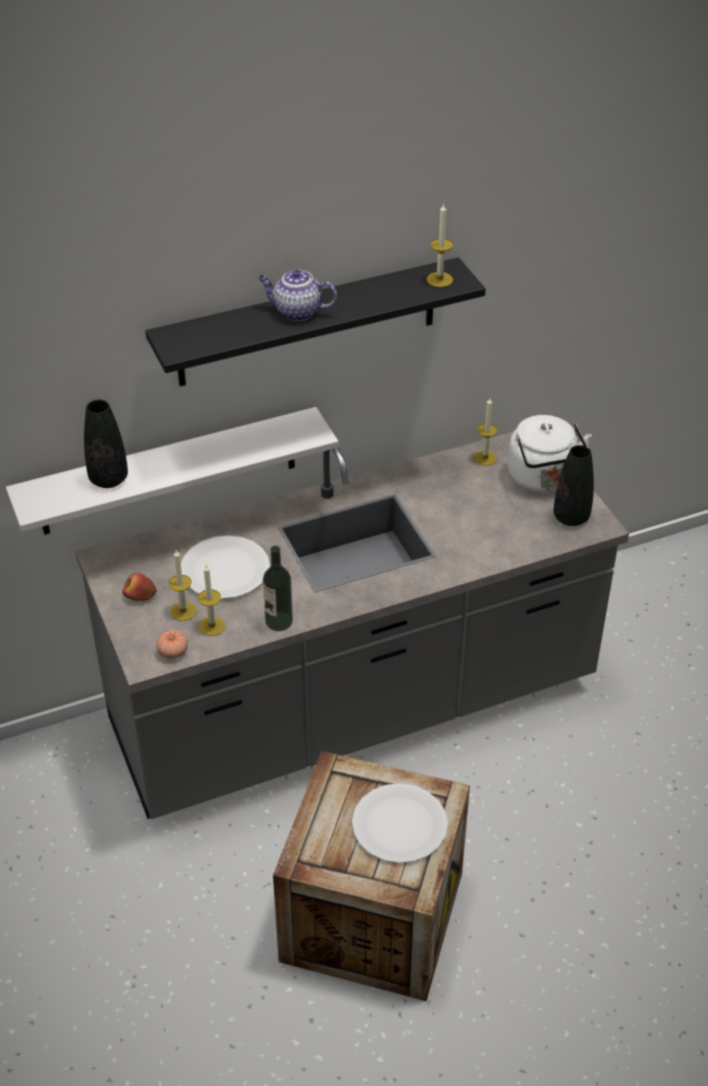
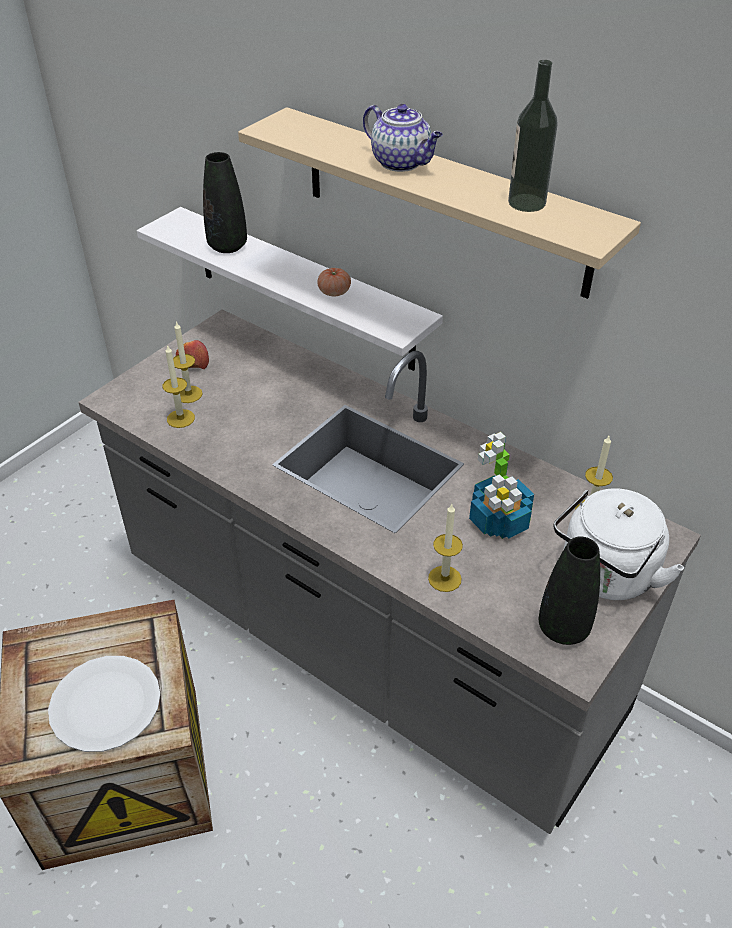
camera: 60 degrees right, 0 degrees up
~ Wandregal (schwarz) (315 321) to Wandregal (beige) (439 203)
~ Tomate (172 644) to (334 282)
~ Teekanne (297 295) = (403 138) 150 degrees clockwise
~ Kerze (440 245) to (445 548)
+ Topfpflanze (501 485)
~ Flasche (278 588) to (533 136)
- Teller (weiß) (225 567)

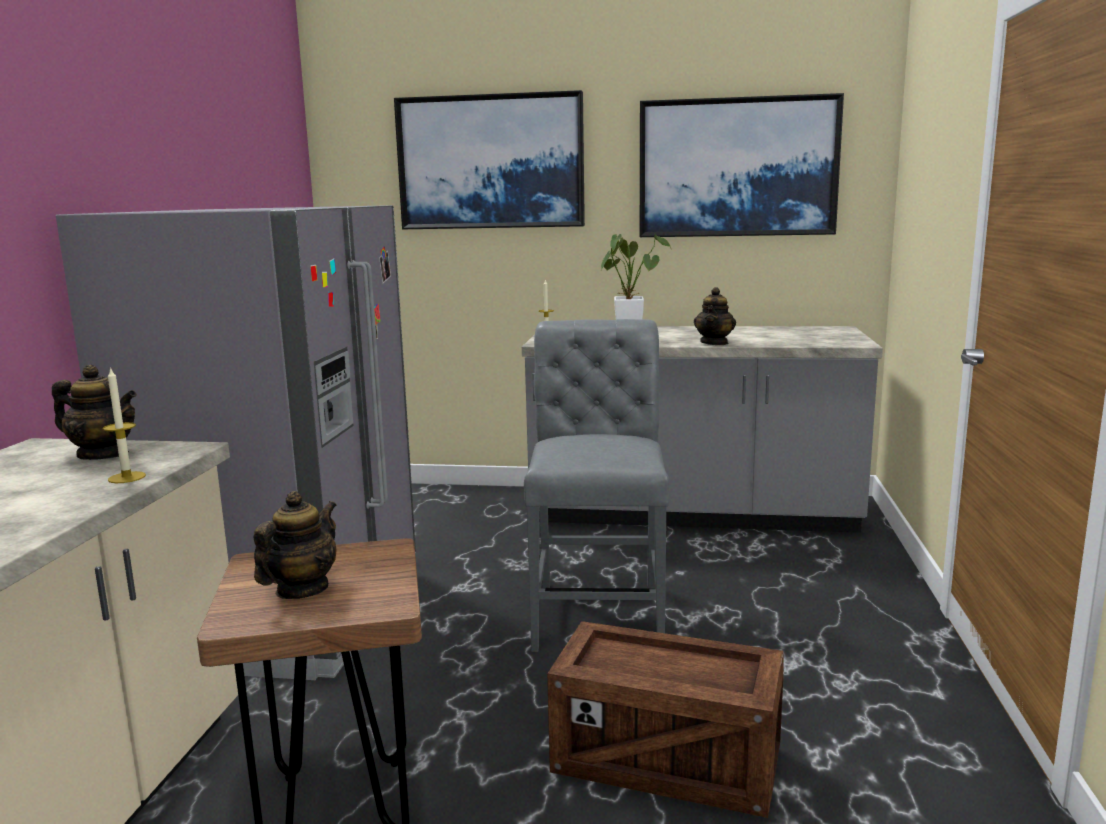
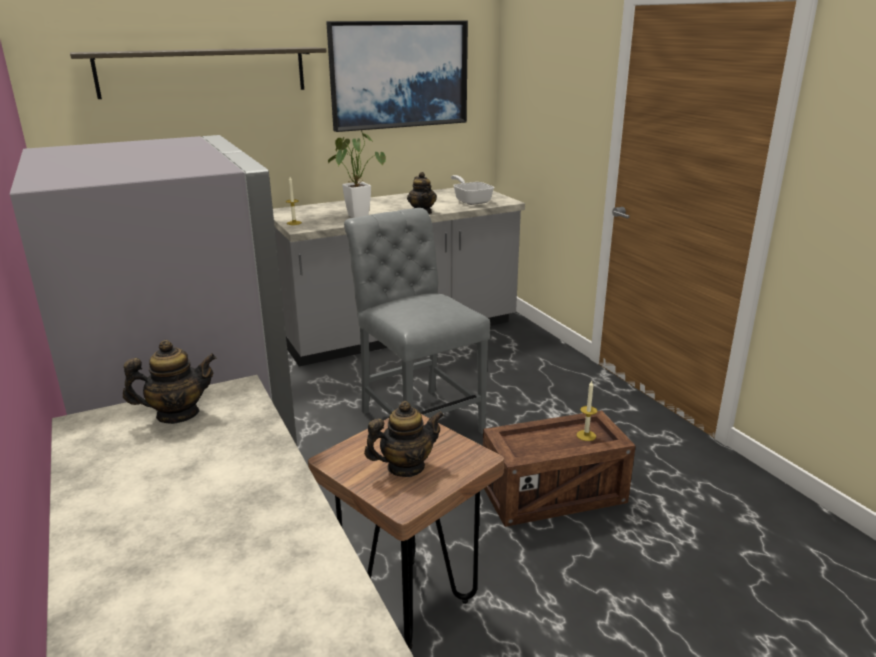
camera: 35 degrees left, 10 degrees up
~ Bild (489 159) to Wandregal (198 73)
~ Teekanne (295 545) = (404 439) 75 degrees clockwise
+ Pfanne (472 190)
~ Kerze (124 425) to (587 411)

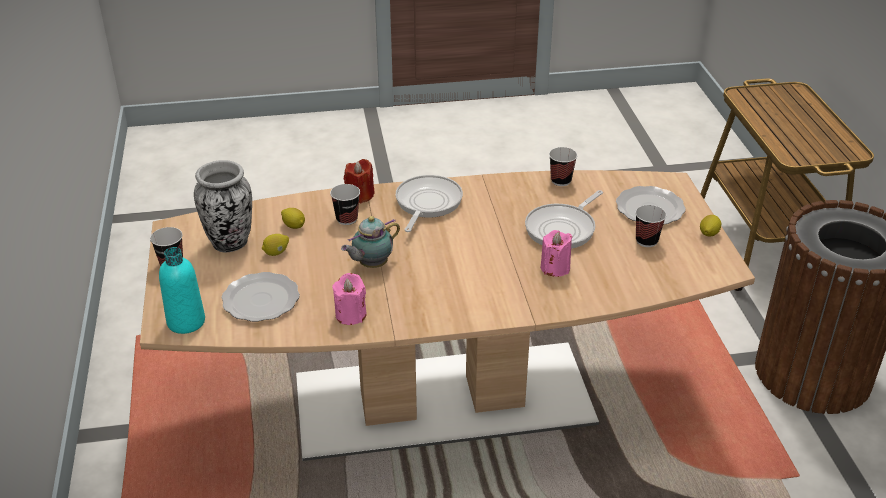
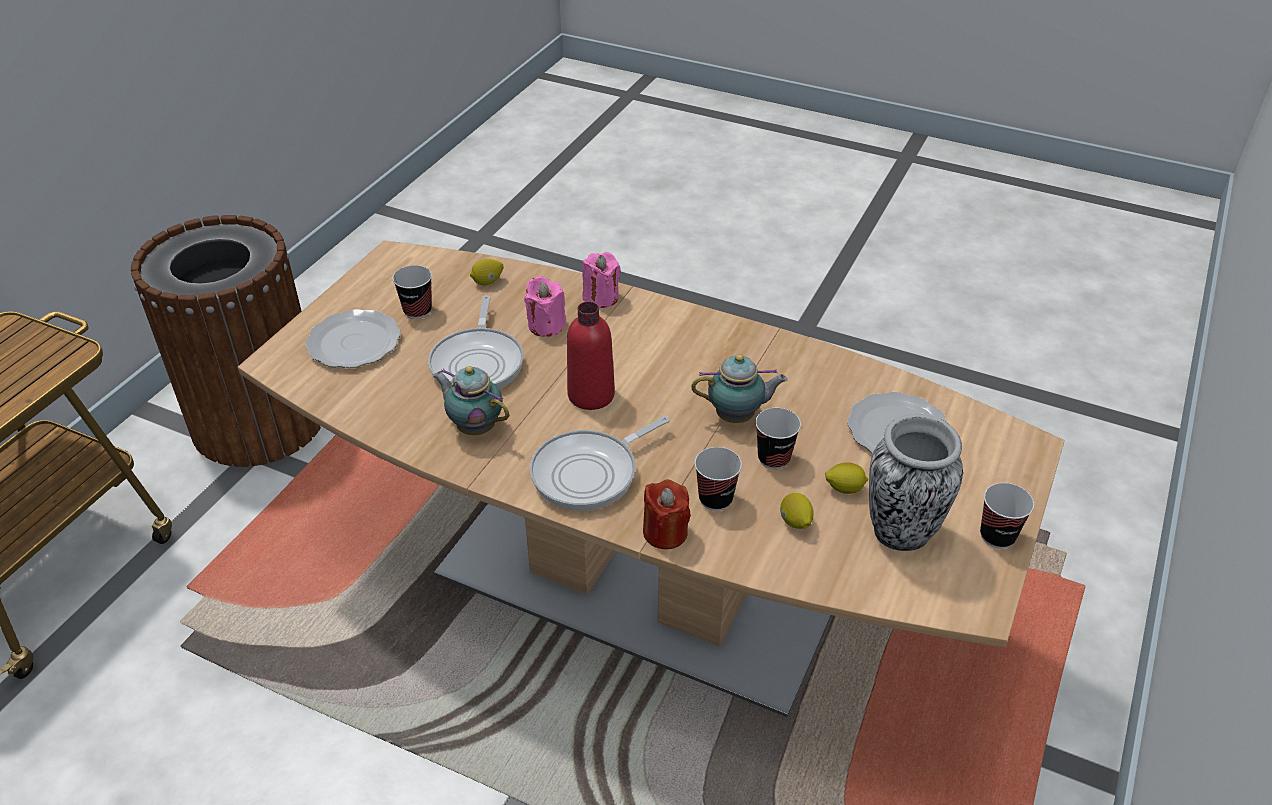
camera: 145 degrees left, 5 degrees up
~ Pfanne (564 219) = (476 342) 105 degrees clockwise
+ Teekanne (471 400)
~ Zitrone (710 225) to (487 272)
+ Flasche (rot) (591 356)
~ Kerze (rosa) (349 299) to (601 280)
~ Tasse (563 166) to (778 438)
- Flasche (türkis) (182 290)

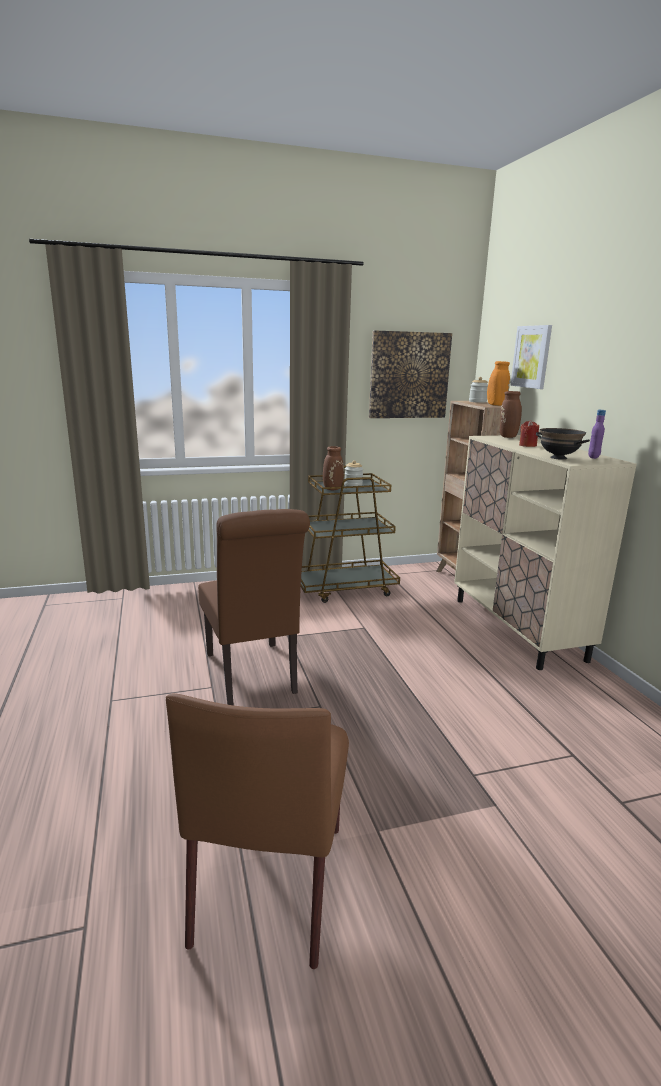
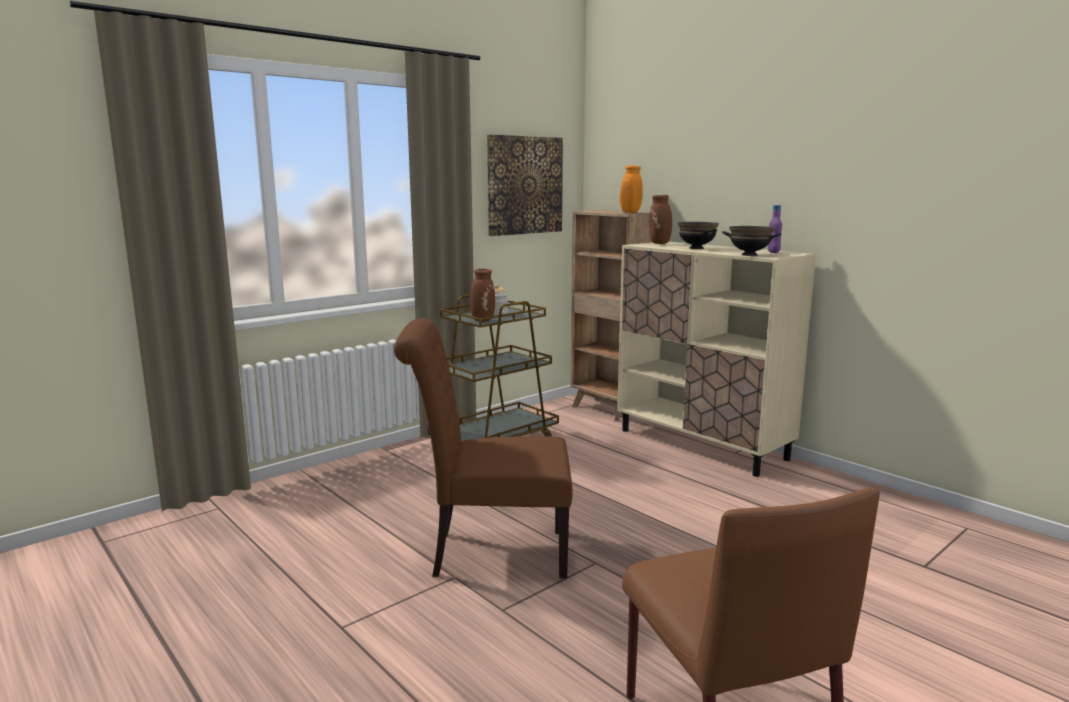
camera: 25 degrees left, 5 degrees down
~ Stuhl (braun) (254 607) = (483 448) 135 degrees clockwise
~ Kerze (rot) (529 433) to Schüssel (schwarz) (698 235)
- Vorratsglas (478 390)
- Bild (531 357)

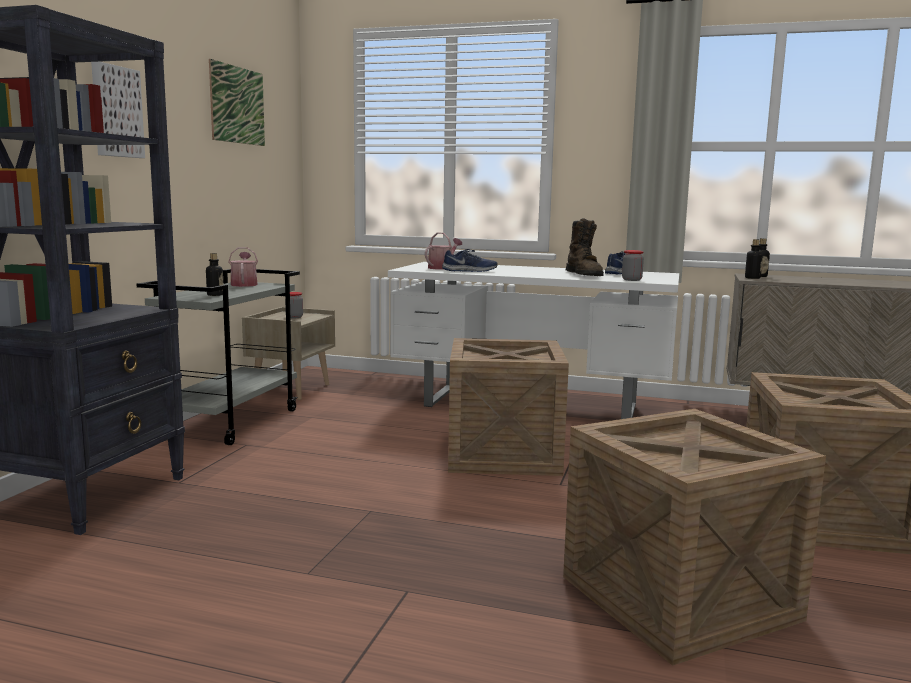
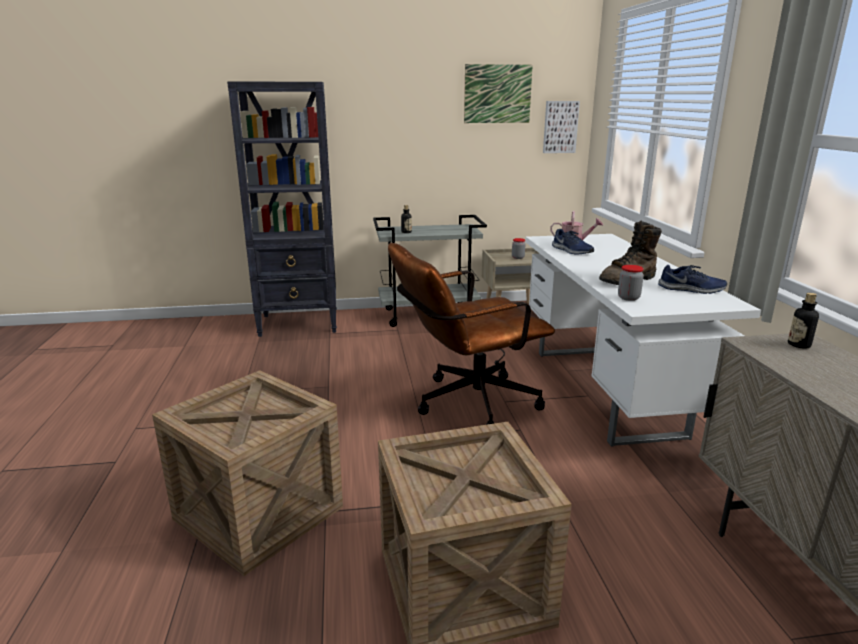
camera: 65 degrees right, 10 degrees up
~ Kiste (508 407) to Bürostuhl (braun) (471 334)
~ Bild (118 110) to (561 127)
- Gießkanne (243 267)
- Flasche (754 259)

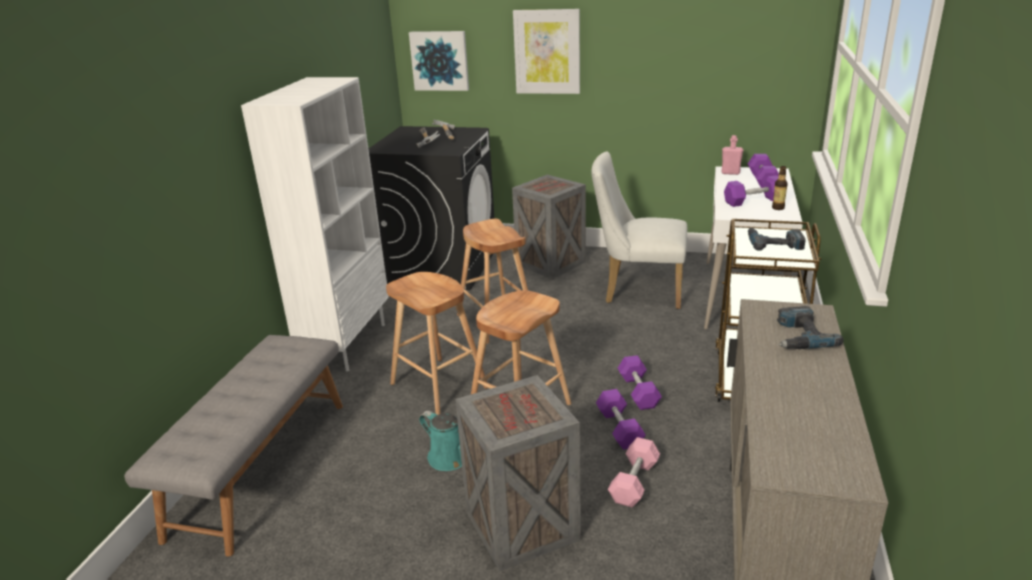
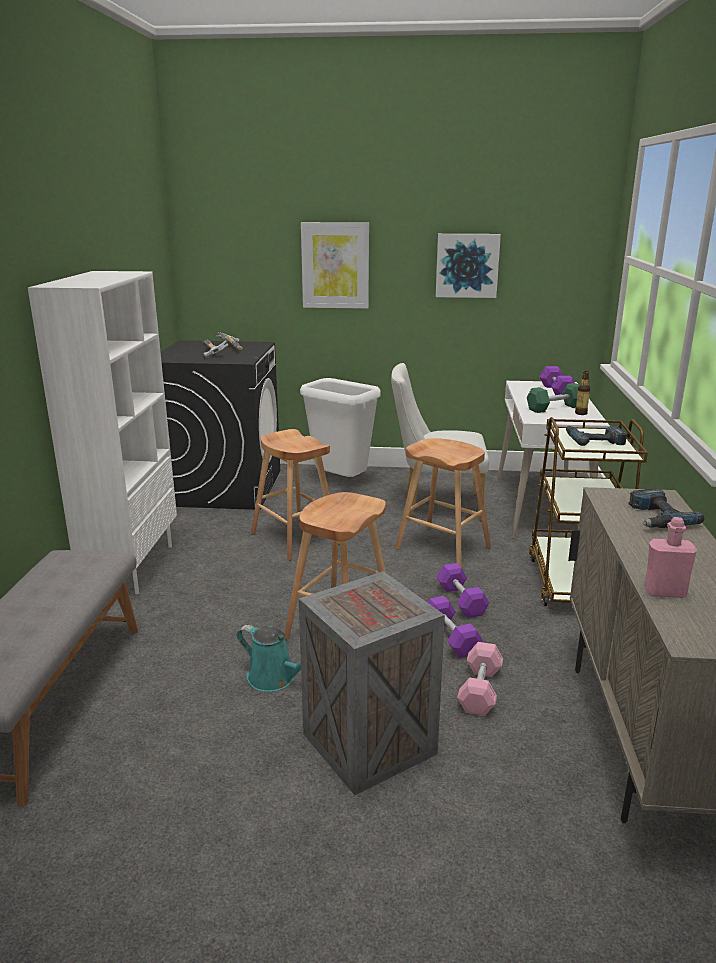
camera: 10 degrees left, 5 degrees down
~ Kiste (549 227) to Mülleimer (weiß) (340 427)
~ Hocker (braun) (436 343) to (443 503)
~ Bild (439 61) to (468 266)
~ Hantel (lila) (751 191) to Hantel (grün) (553 398)
~ Flasche (rosa) (732 155) to (670 557)

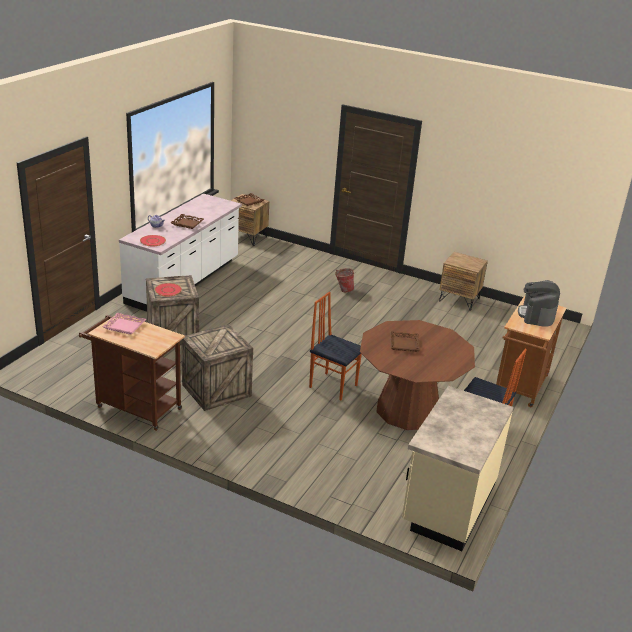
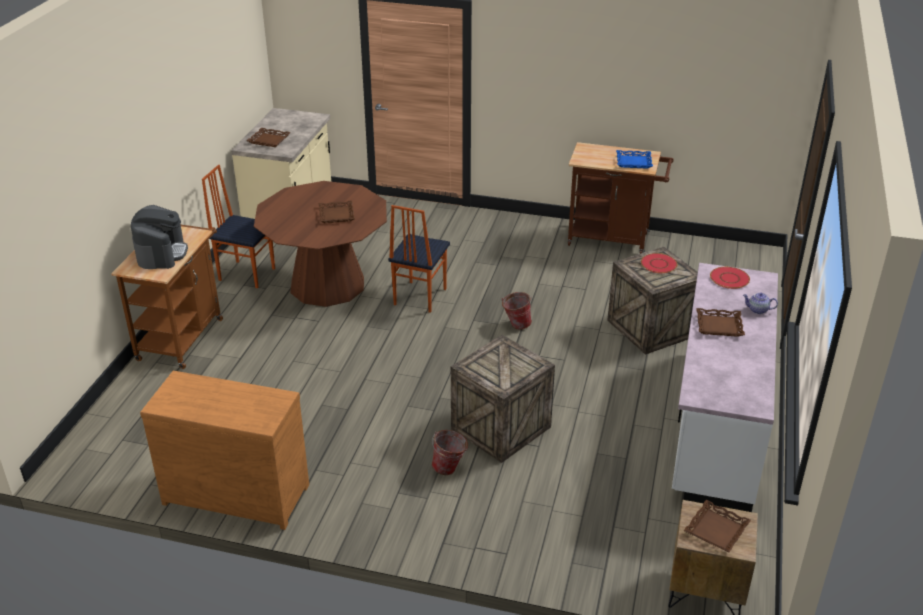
camera: 170 degrees right, 5 degrees up
~ Nachttisch (braun) (463 281) to Kommode (braun) (224 450)
+ Tablett (braun) (268 137)
~ Stuhl (335 346) = (419 259) 90 degrees clockwise
~ Kiste (217 367) to (503 399)
+ Eimer (516 311)
~ Tablett (rosa) (124 324) to Tablett (blau) (634 159)

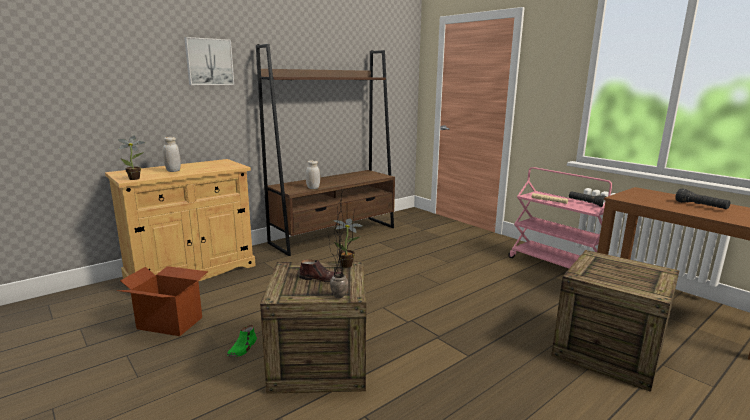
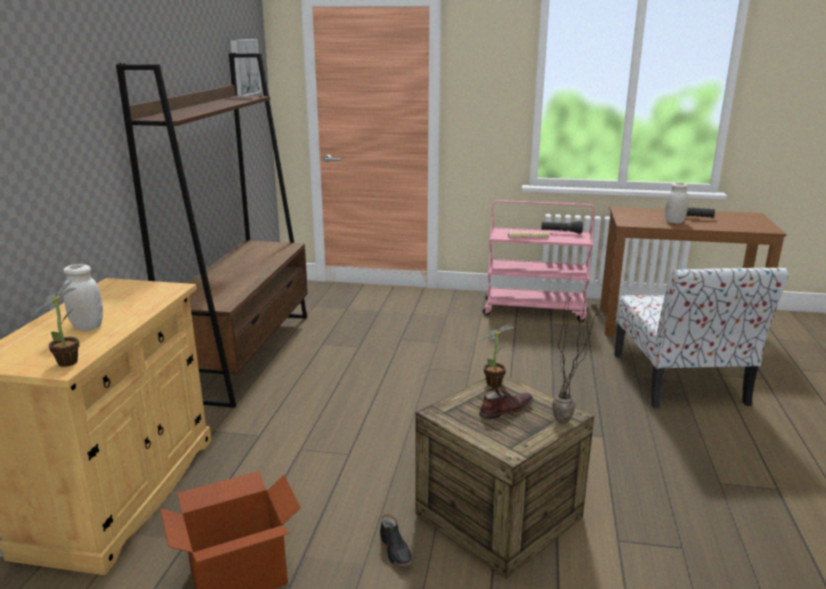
camera: 40 degrees left, 5 degrees up
~ Bild (209 61) to (246 67)
~ Schuh (grün) (242 341) to Schuh (schwarz) (396 540)
~ Kiste (615 321) to Stuhl (701 338)
~ Vorratsglas (weiß) (313 174) to (677 203)

